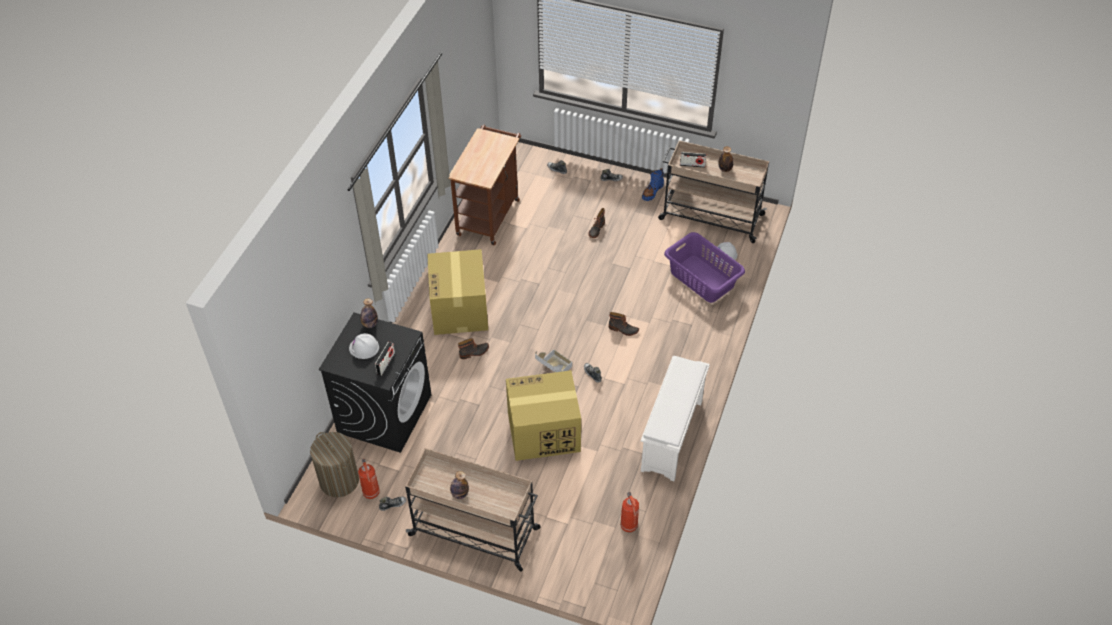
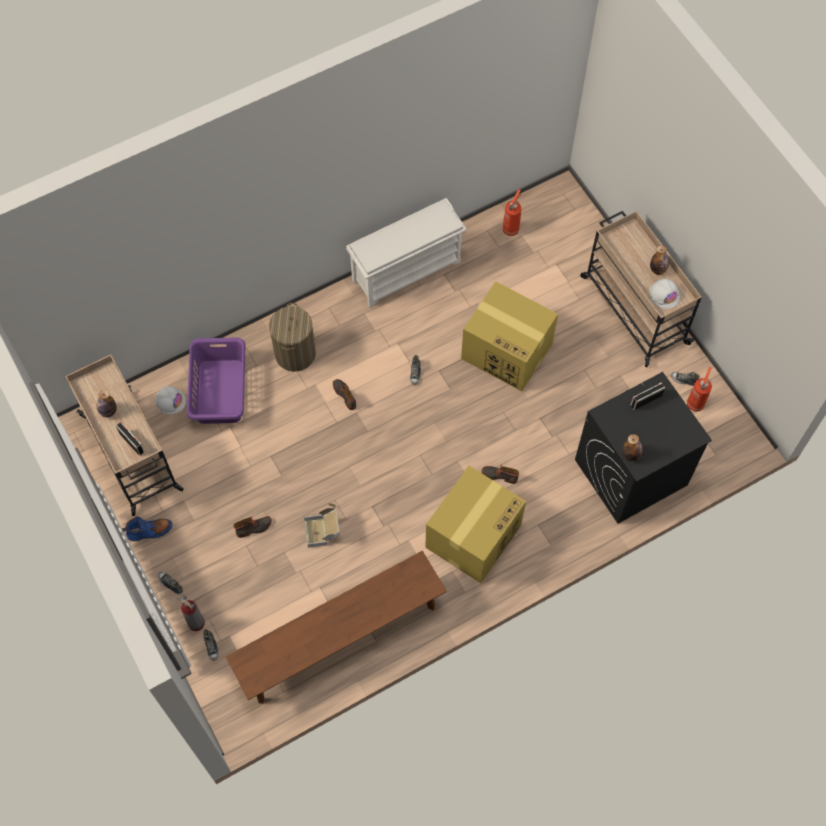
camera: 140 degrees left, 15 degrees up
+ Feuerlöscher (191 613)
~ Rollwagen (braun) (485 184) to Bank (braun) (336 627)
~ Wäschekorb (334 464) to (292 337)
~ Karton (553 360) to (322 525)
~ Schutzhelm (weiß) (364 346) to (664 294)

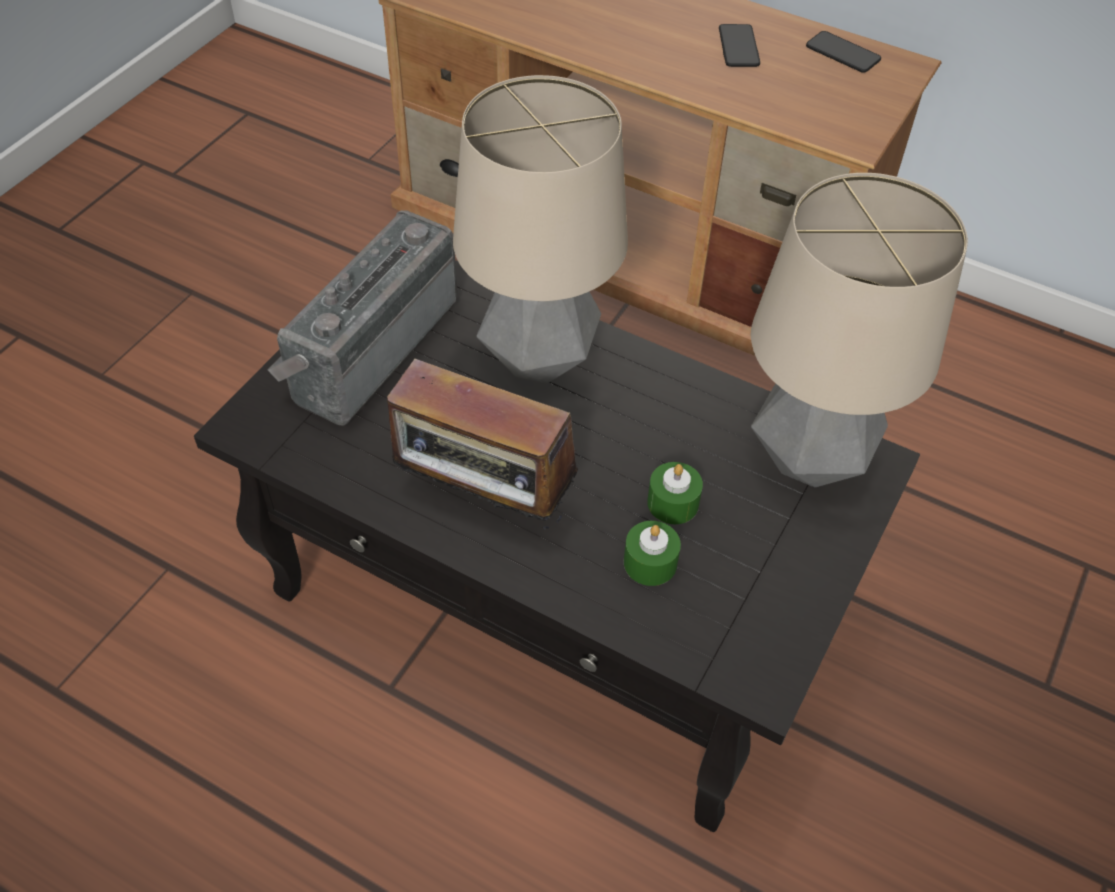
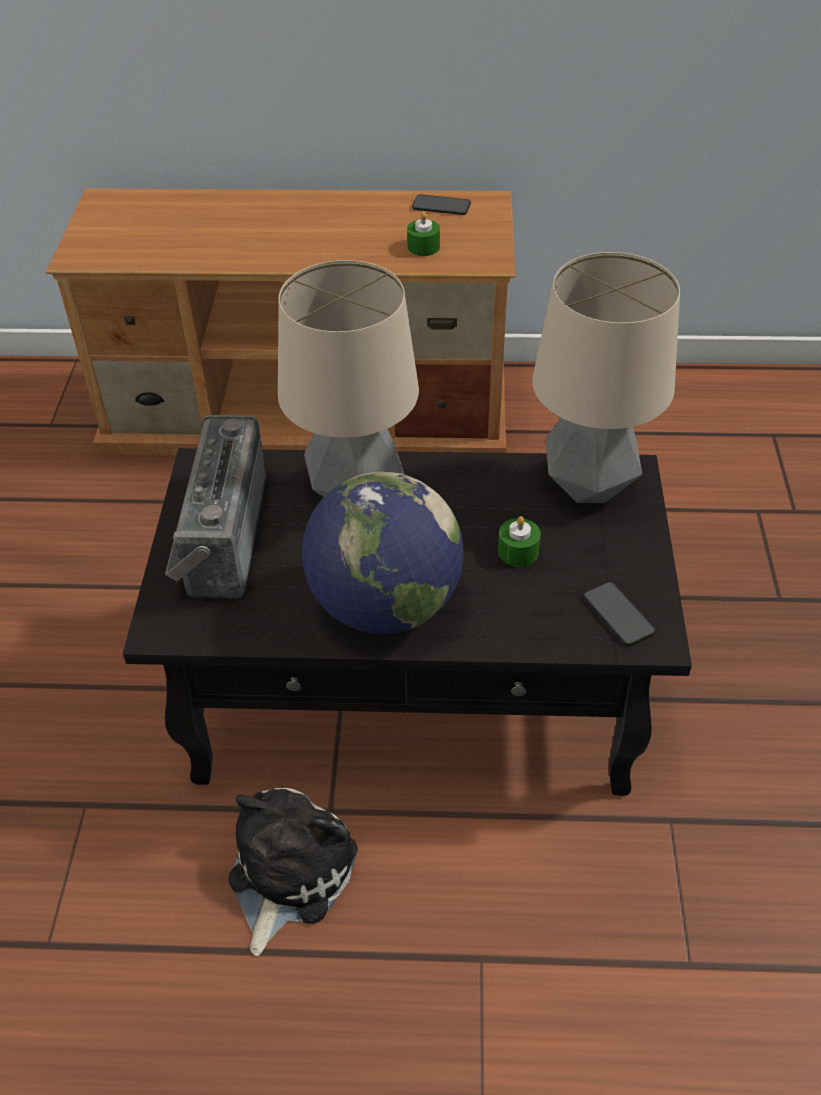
camera: 25 degrees left, 5 degrees down
+ Plüschtier (293 872)
~ Radio (482 444) to Globus (383 553)
~ Kerze (grün) (652 553) to (423 234)
~ Handy (739 45) to (619 614)

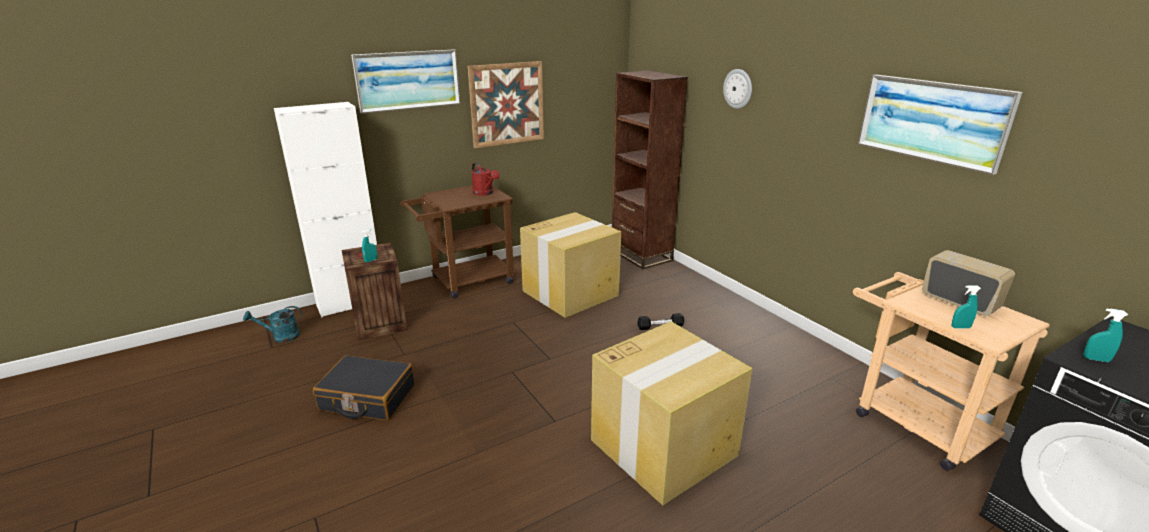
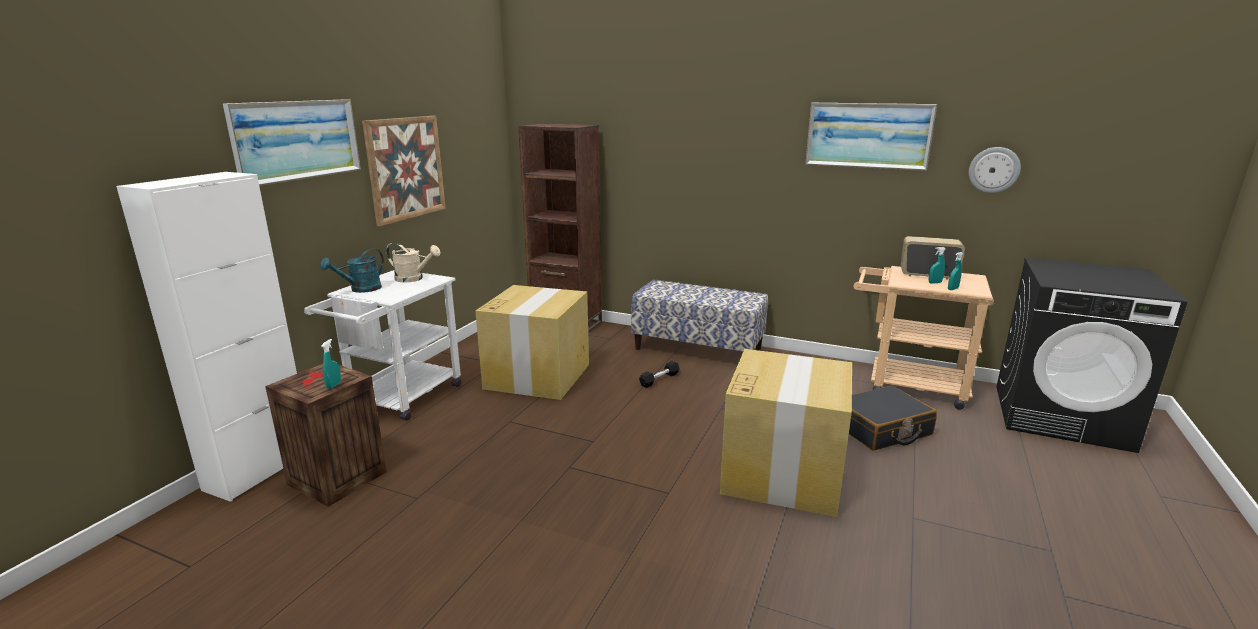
camera: 35 degrees left, 5 degrees down
~ Rollwagen (braun) (457 242) to Rollwagen (weiß) (382 345)
~ Gießkanne (türkis) (273 324) to (352 271)
~ Gießkanne (rot) (485 179) to Gießkanne (beige) (413 262)
+ Bank (699 315)
~ Koffer (schwarz) (364 388) to (893 418)
~ Sprühflasche (türkis) (1106 335) to (937 265)
~ Wanduhr (737 89) to (995 170)

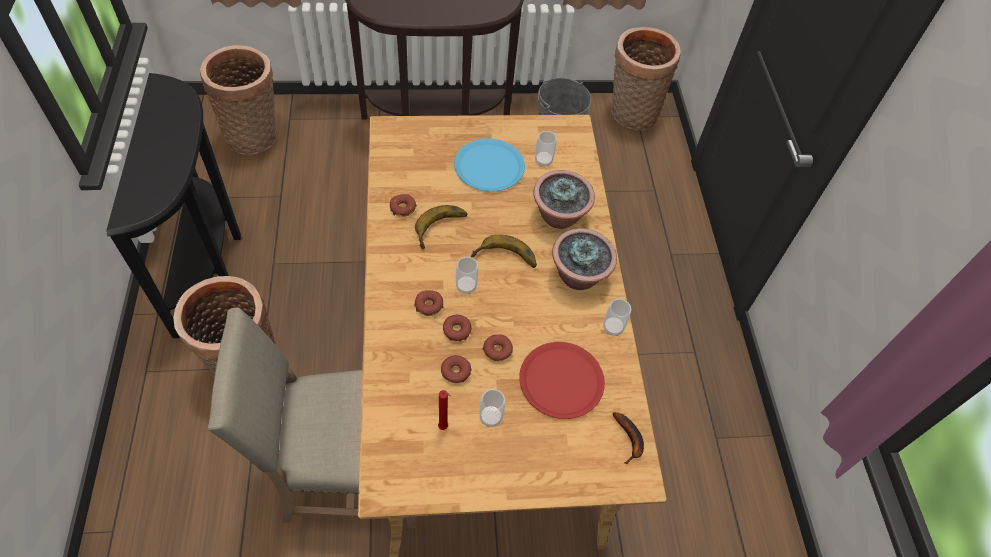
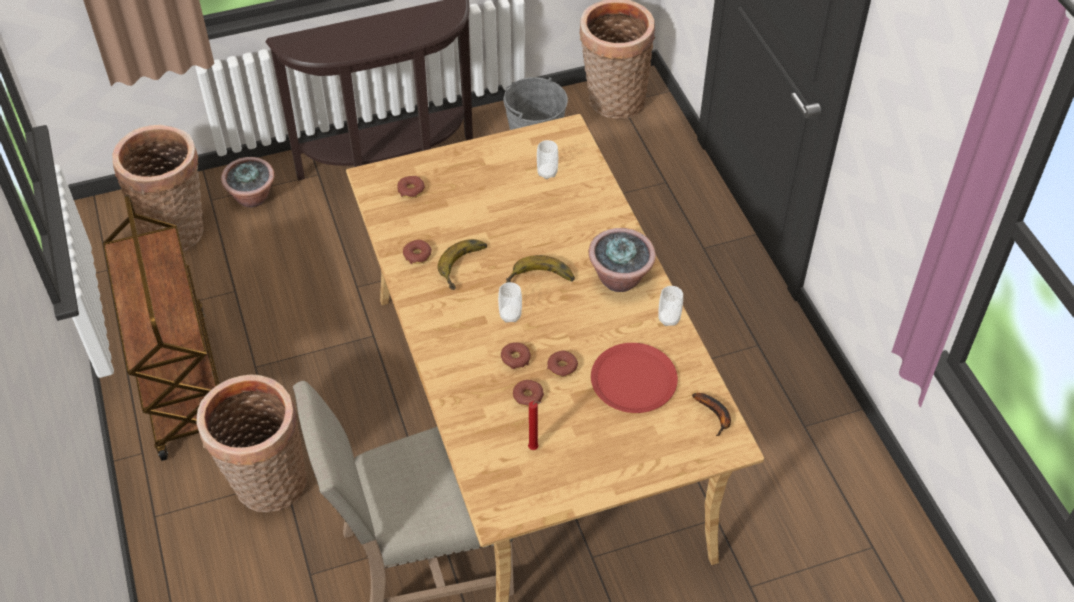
camera: 10 degrees left, 5 degrees down
~ Konsolentisch (schwarz) (173 205) to Rollwagen (braun) (161 328)
~ Topfpflanze (564 199) to (247 182)
~ Donut (428 303) to (411 187)
- Teller (blau) (489 165)
- Tasse (492 408)

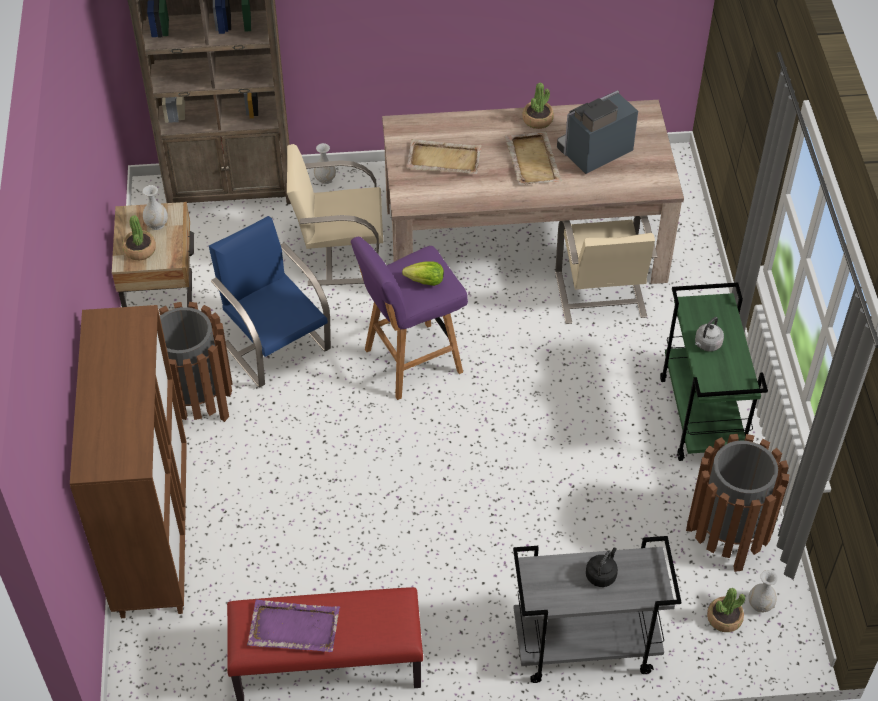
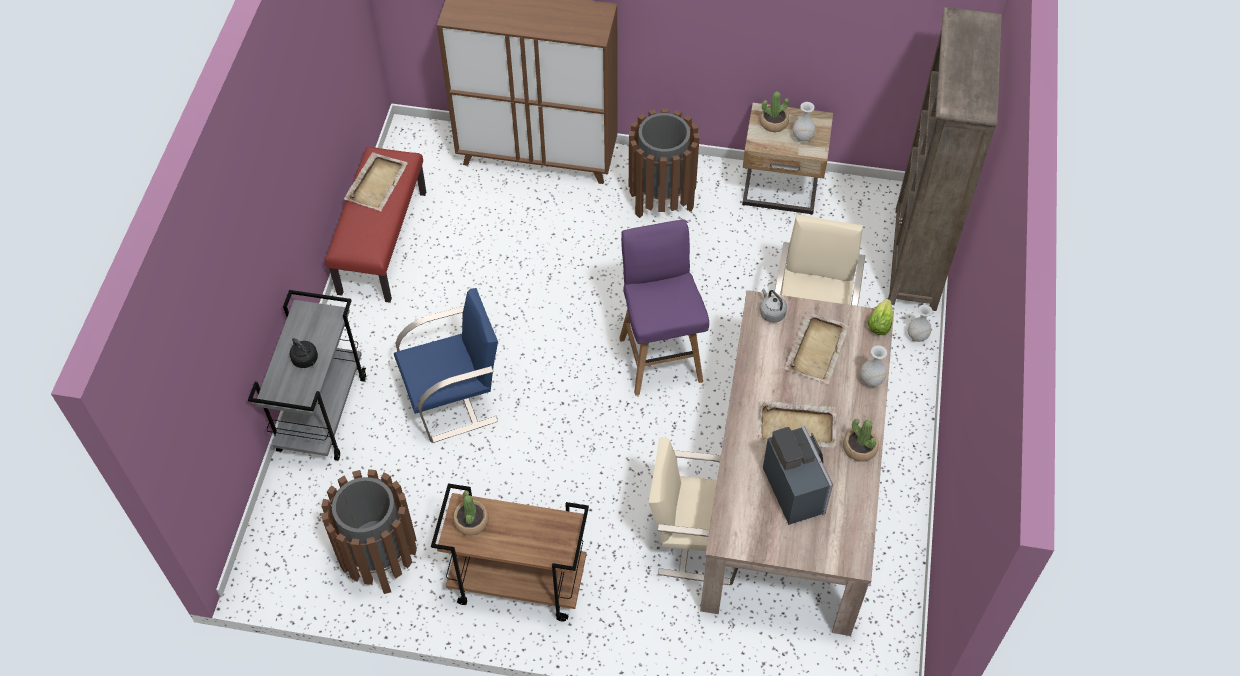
camera: 105 degrees right, 5 degrees up
~ Tablett (lila) (293 626) to Tablett (beige) (376 181)
~ Stuhl (blau) (270 302) to (446 365)
~ Rollwagen (grün) (714 371) to Rollwagen (braun) (510 552)
~ Topfpflanze (726 610) to (471 513)
~ Wasserkessel (grau) (709 334) to (773 305)
~ Vase (weiß) (763 591) to (873 366)
~ Salatkopf (423 273) to (880 317)

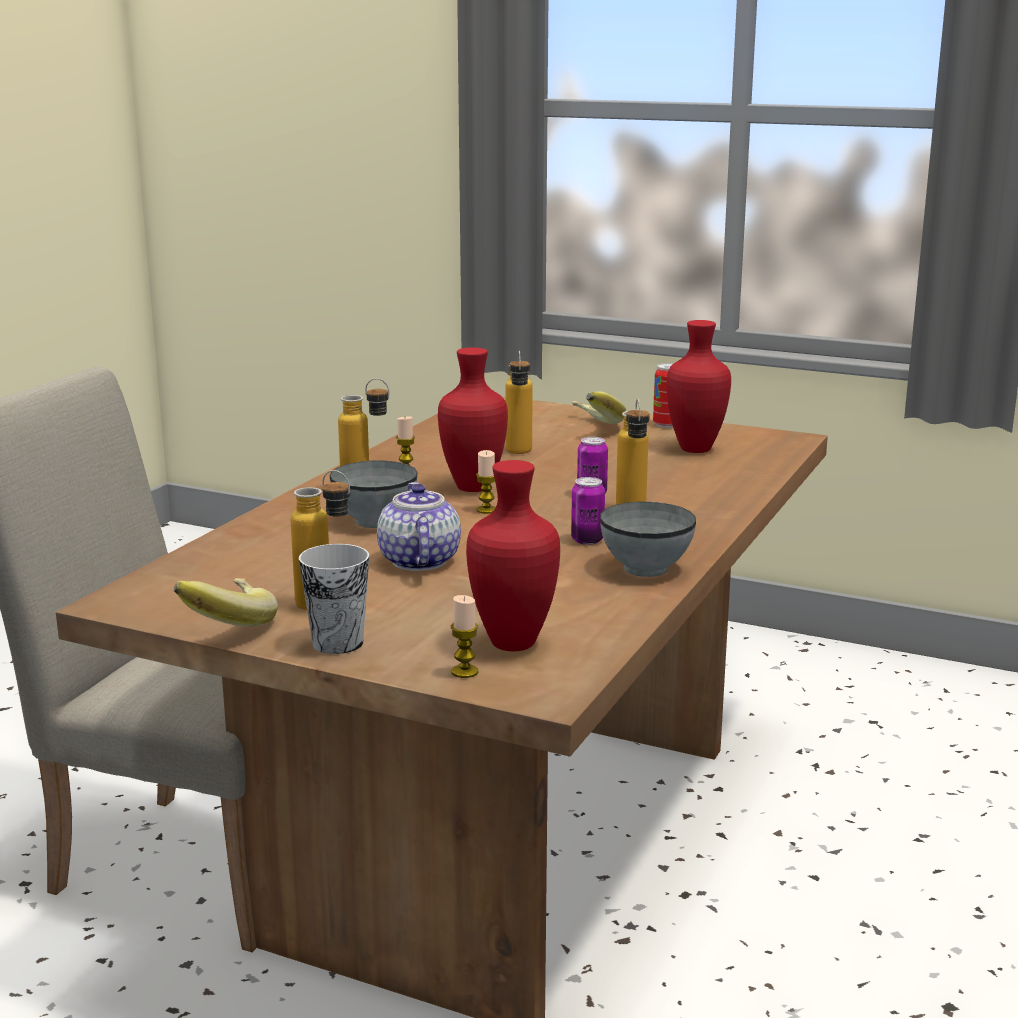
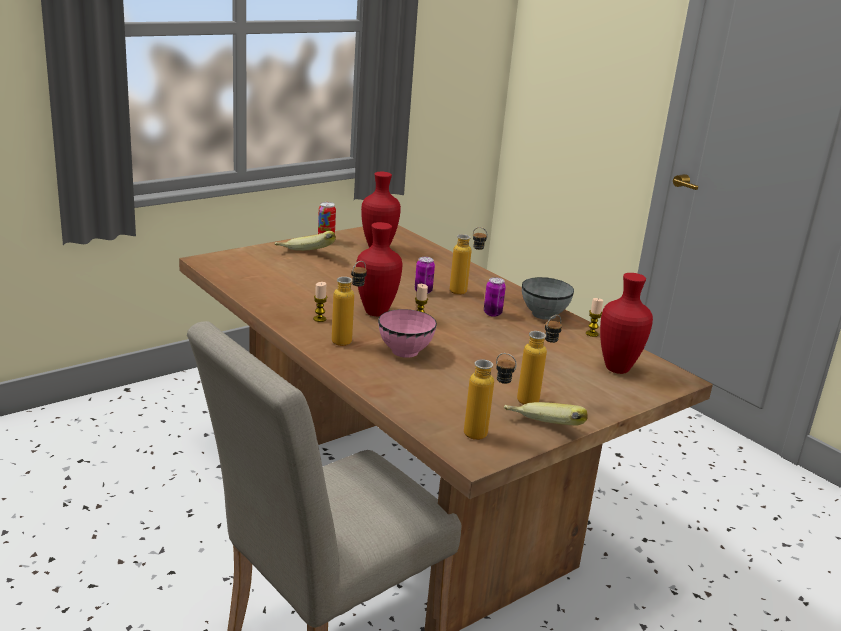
camera: 65 degrees left, 5 degrees up
~ Schüssel (grau) (374 494) to Schüssel (rosa) (407 333)
~ Flasche (519 402) to (490 396)
~ Kerze (464 636) to (594 317)
- Tasse (334 599)
- Teekanne (419 526)

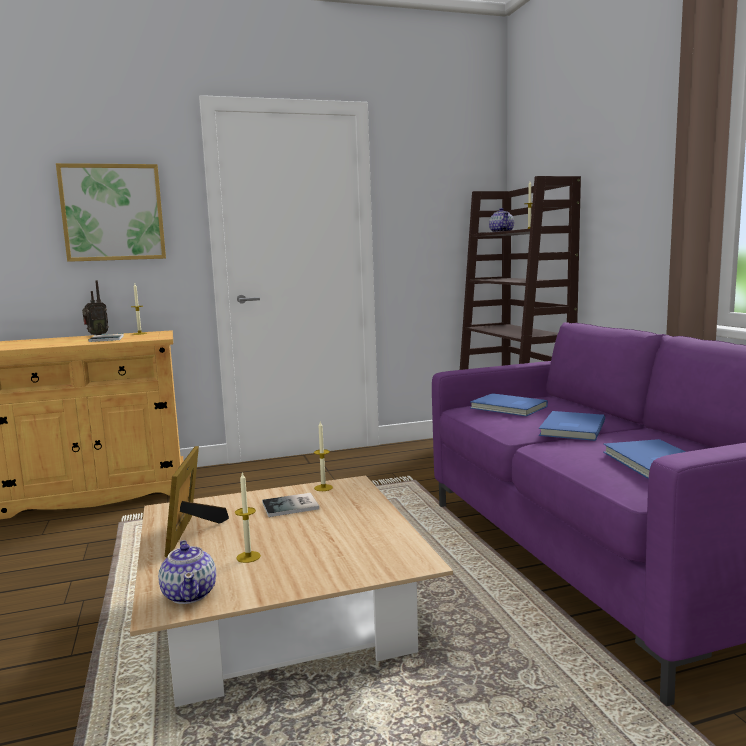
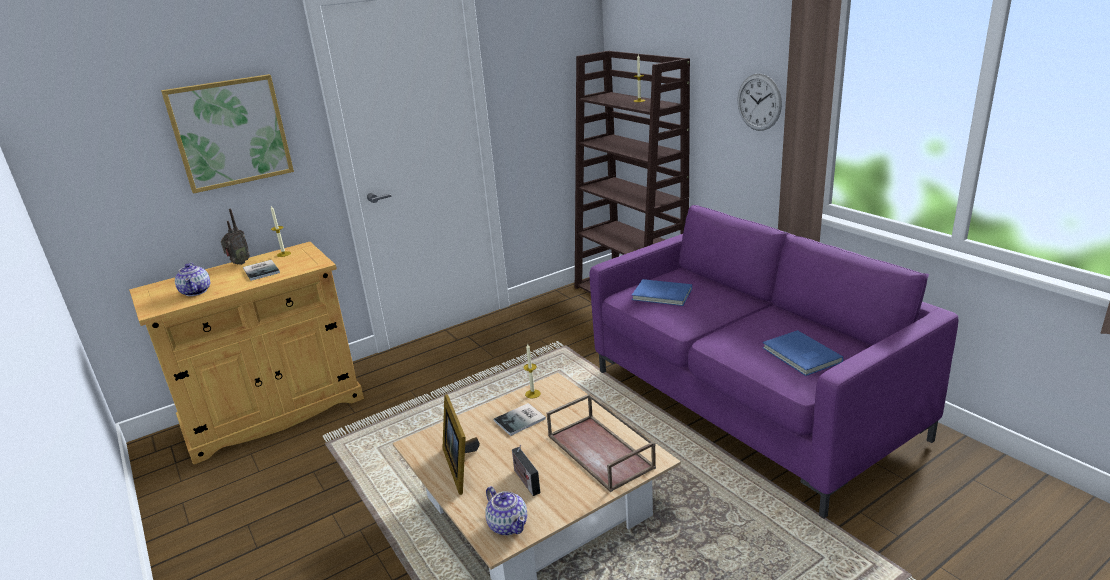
camera: 15 degrees left, 15 degrees up
~ Teekanne (501 220) to (192 279)
~ Kerze (248 517) to Radio (526 470)
+ Tablett (braun) (601 442)
+ Wanduhr (760 102)
- Buch (blau) (572 426)

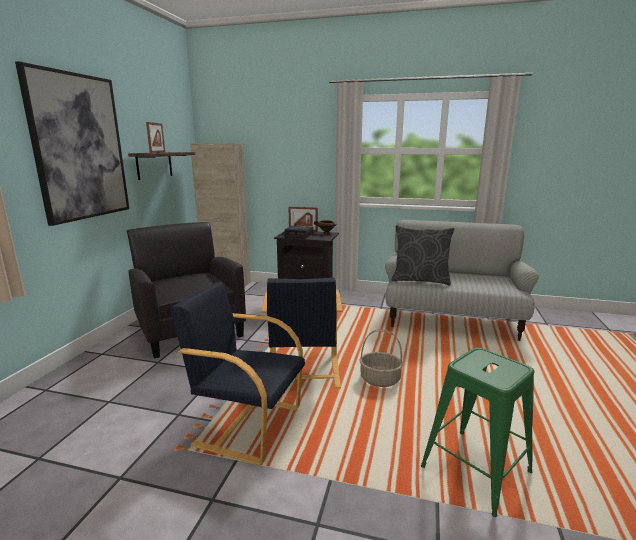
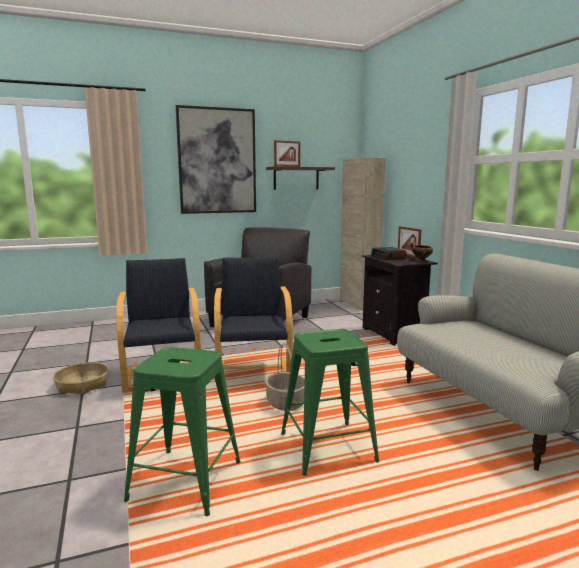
camera: 55 degrees right, 5 degrees down
+ Korb (81 378)
~ Sessel (schwarz) (302 333) = (253 314) 120 degrees clockwise
+ Hocker (grün) (330 402)
- Kissen (grau) (423 255)

